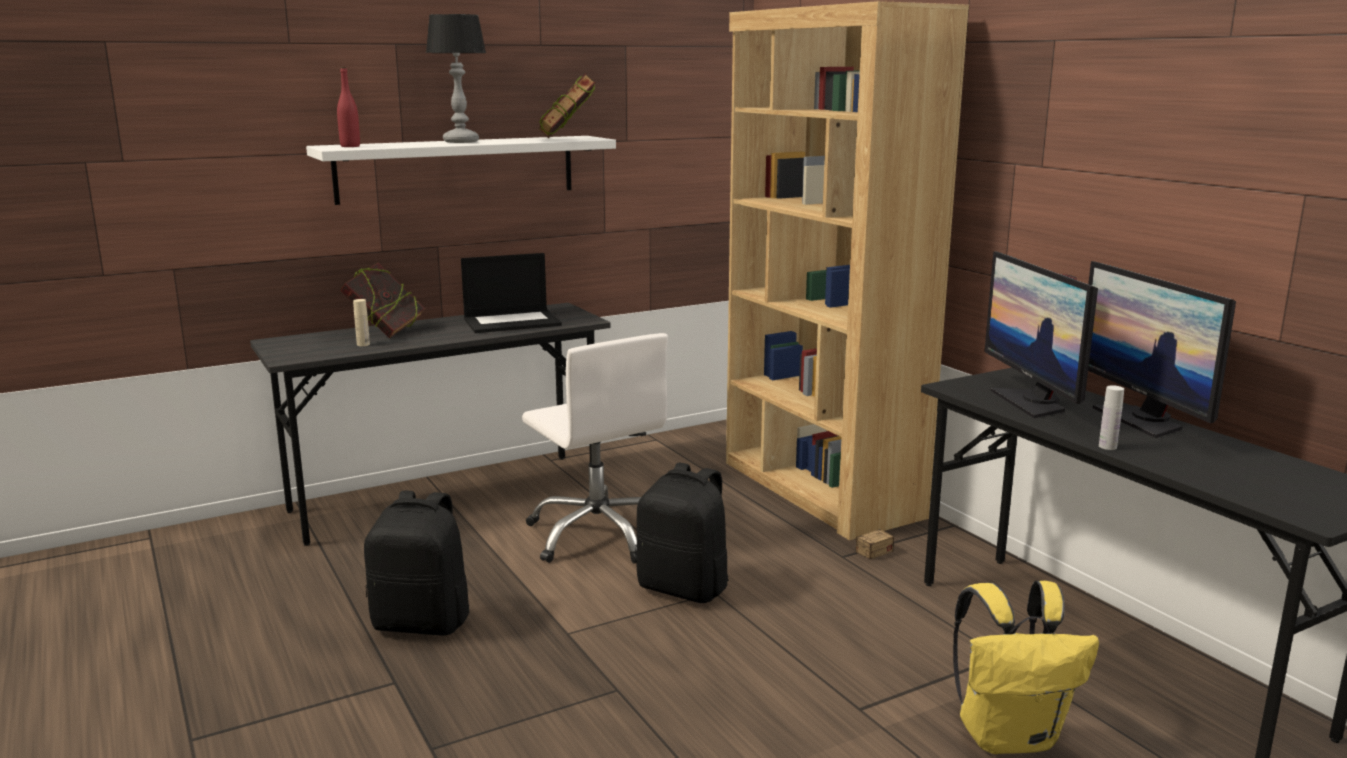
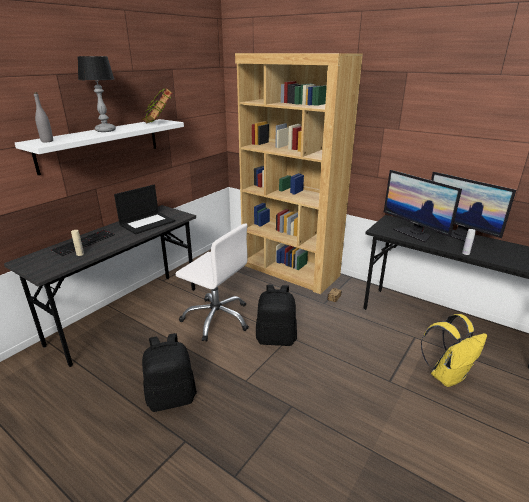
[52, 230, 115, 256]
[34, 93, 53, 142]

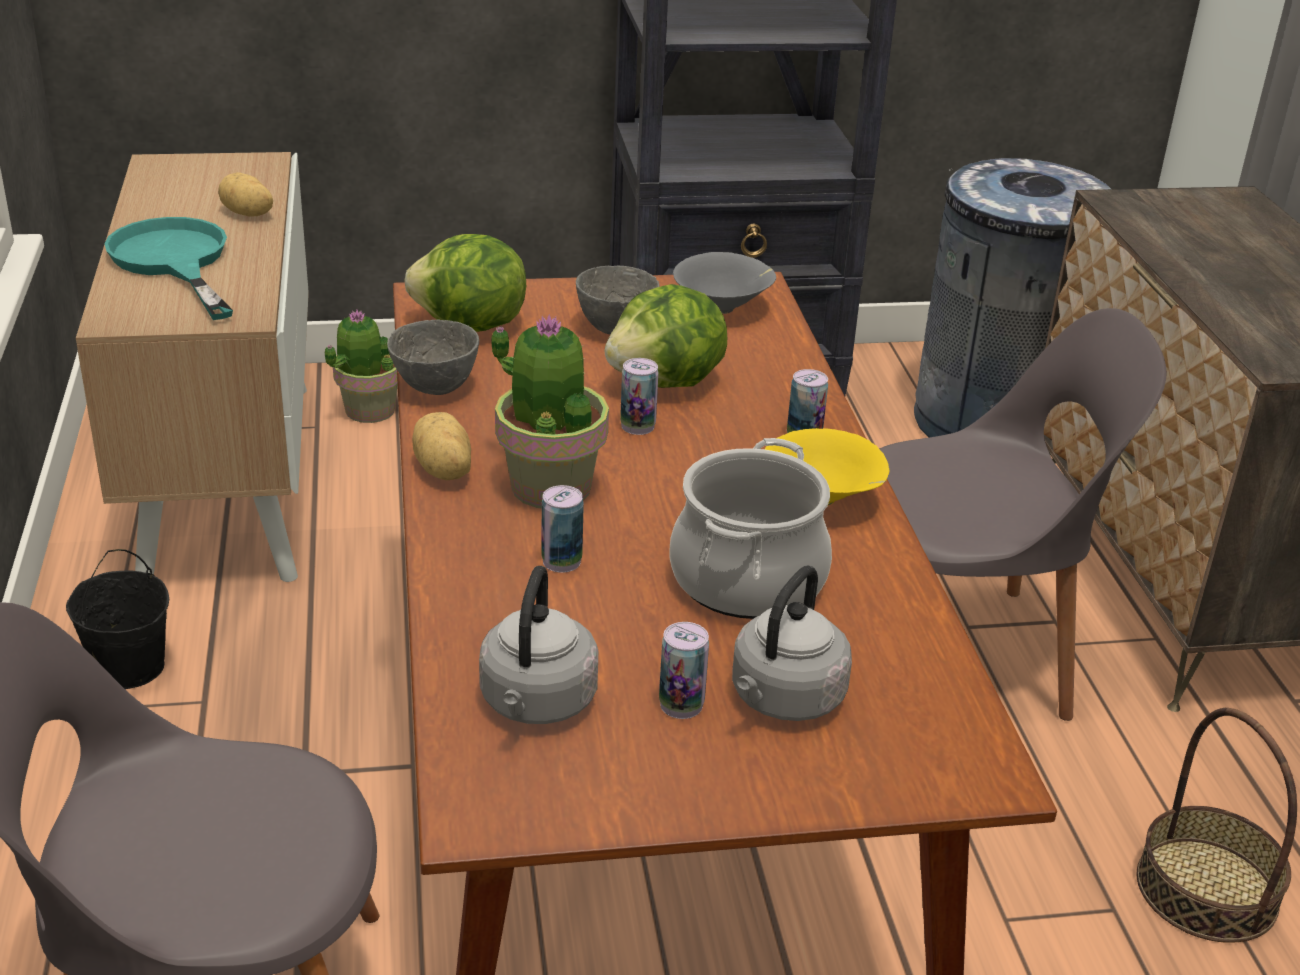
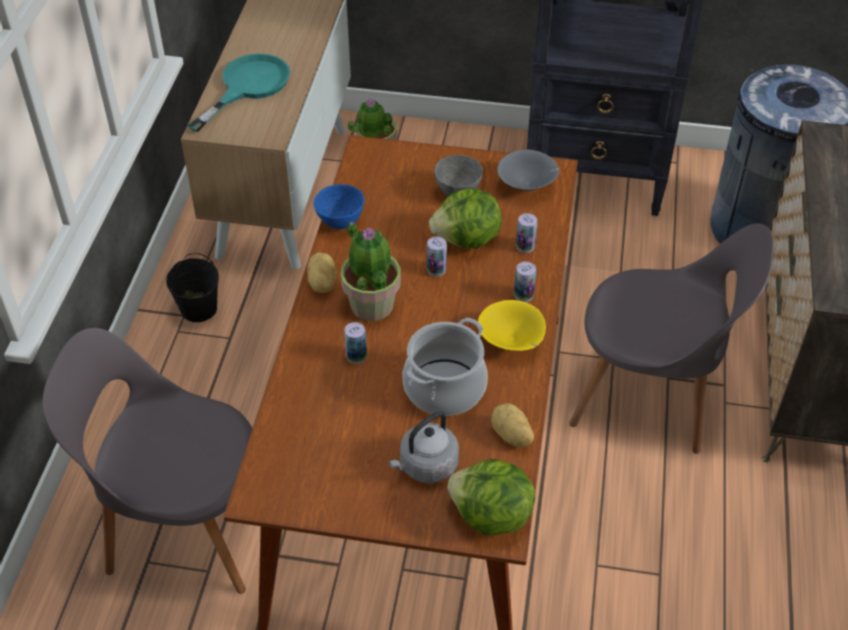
[479, 566, 598, 724] (first image)
[1137, 708, 1297, 943] (first image)
[491, 403, 534, 448]
[447, 459, 535, 535]
[516, 213, 537, 253]
[314, 184, 364, 229]
[188, 53, 290, 132]

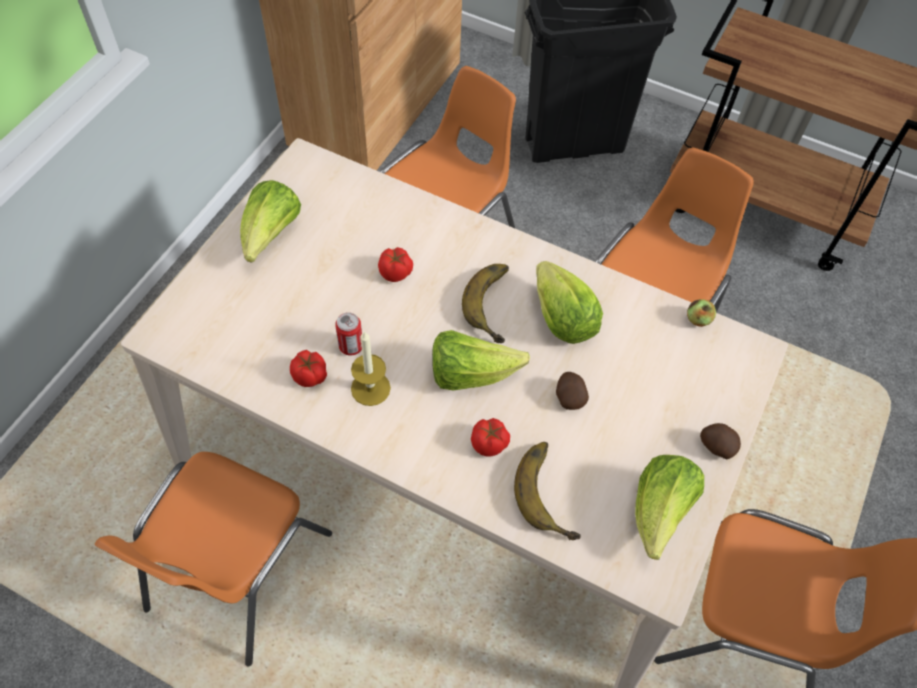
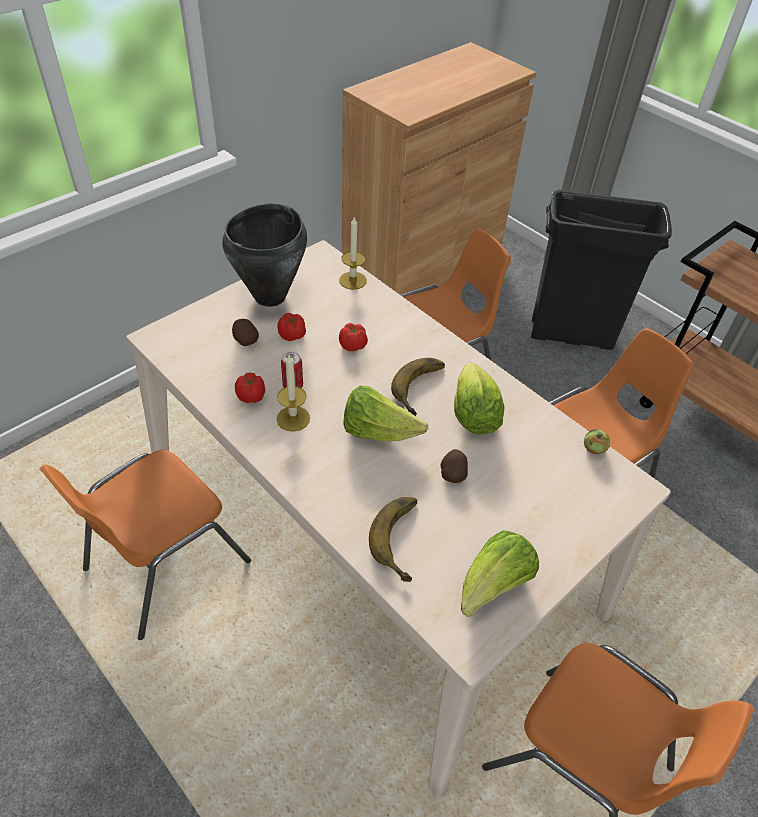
[339, 216, 367, 290]
[277, 313, 306, 341]
[232, 319, 259, 346]
[222, 203, 307, 307]

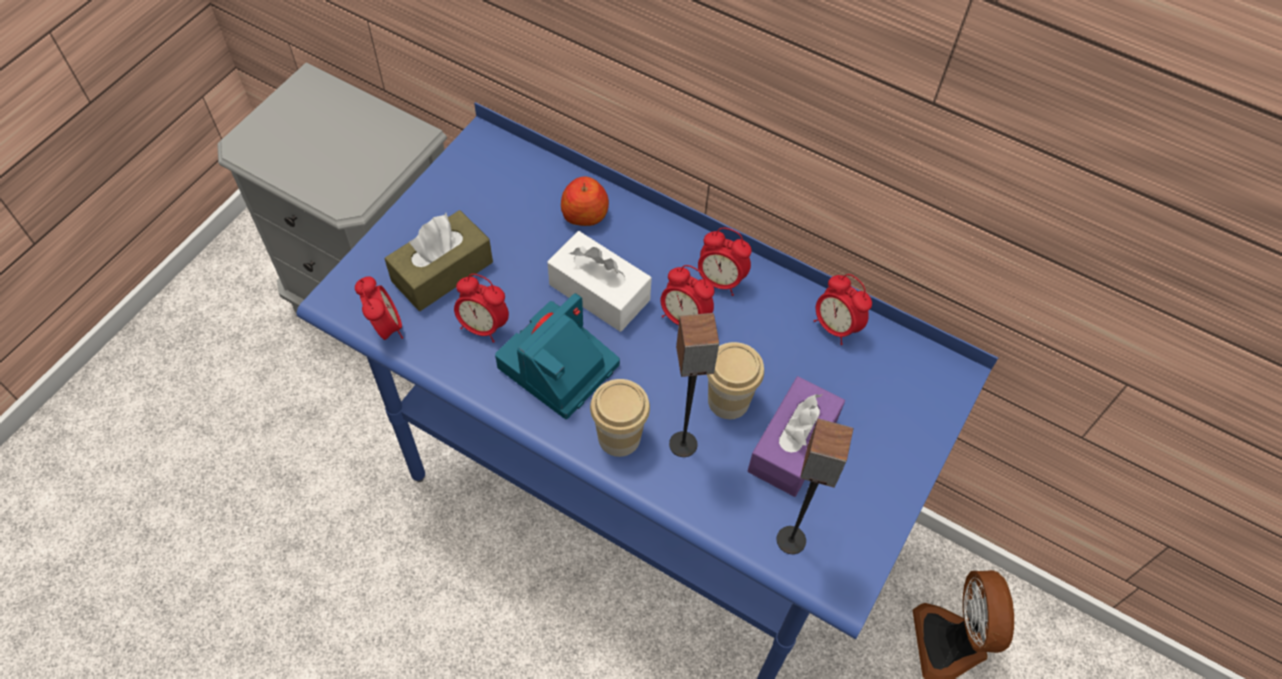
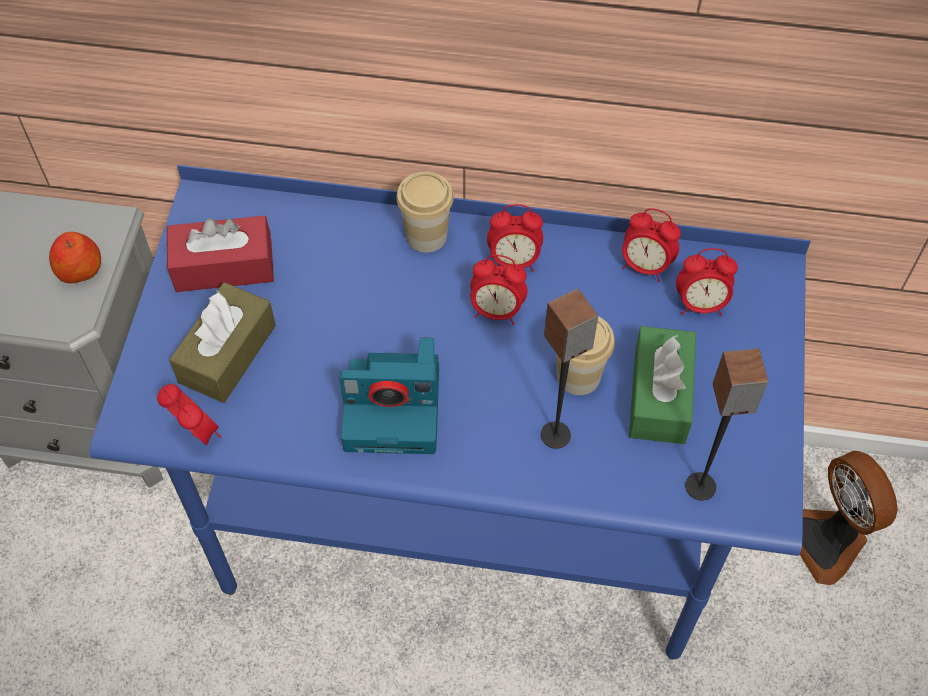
[547, 231, 652, 332] (first image)
[167, 216, 274, 292]
[676, 248, 738, 316]
[49, 232, 101, 283]
[396, 172, 454, 253]
[629, 326, 696, 444]
[340, 337, 439, 454]

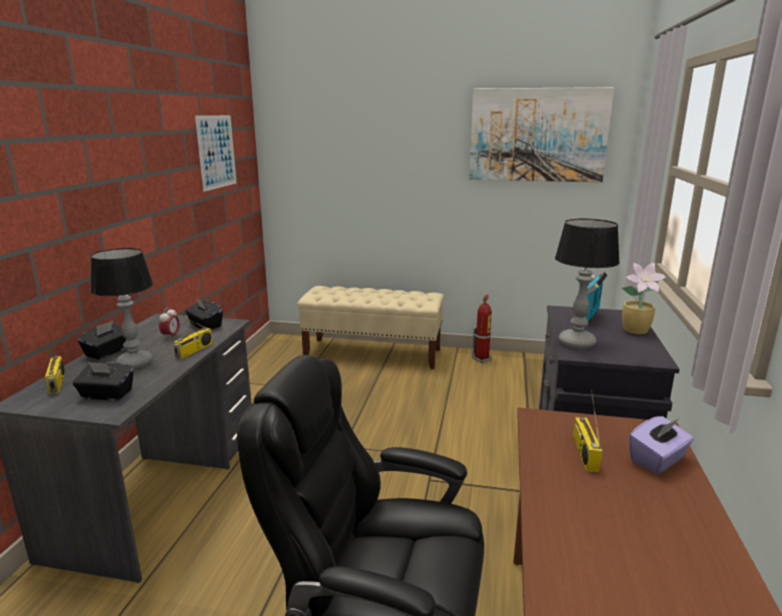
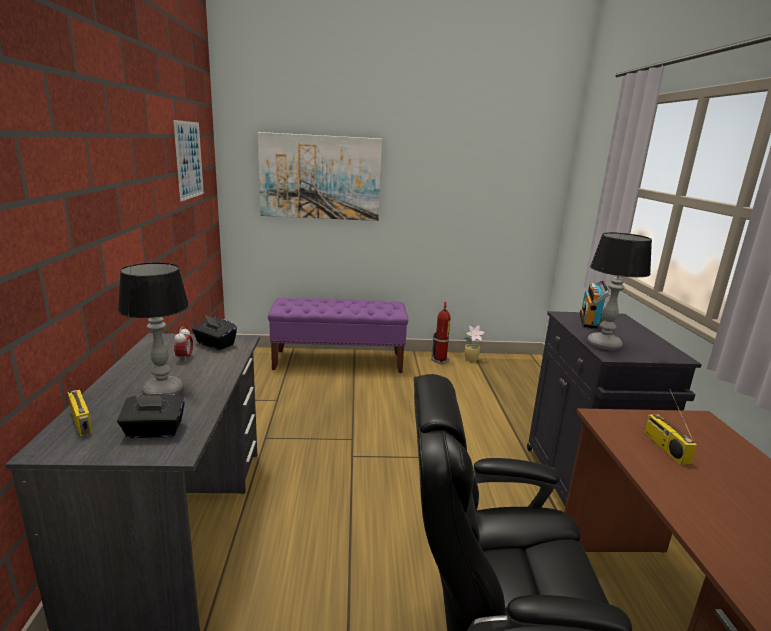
[77, 321, 127, 360] (first image)
[173, 314, 213, 359] (first image)
[629, 416, 694, 474] (first image)
[258, 132, 382, 221]
[464, 326, 485, 362]
[268, 297, 408, 373]

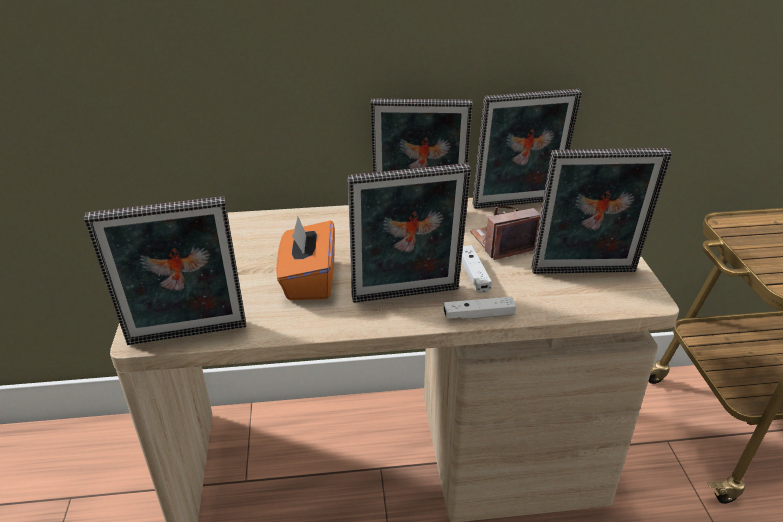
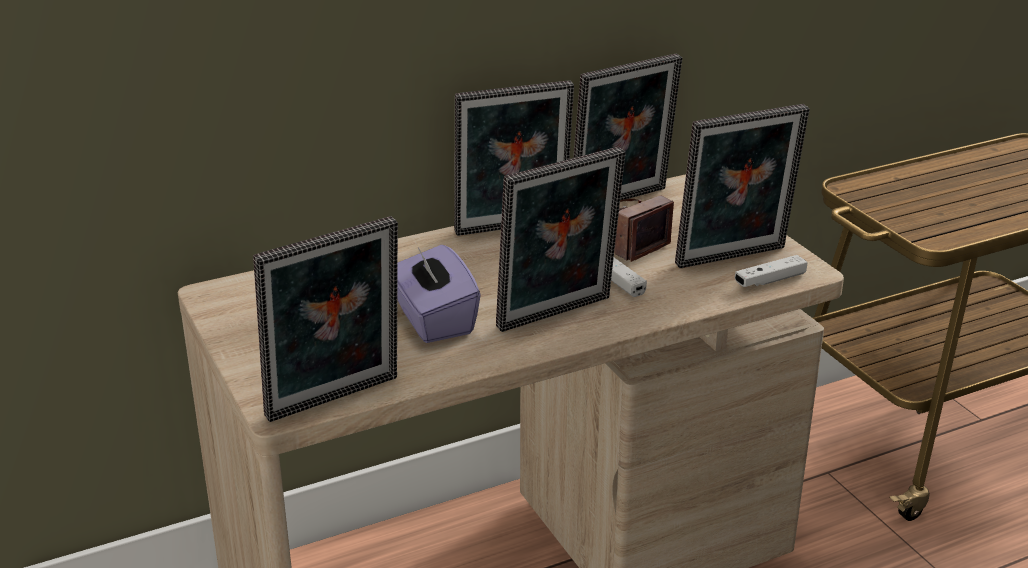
[735, 255, 807, 287]
[397, 241, 481, 343]

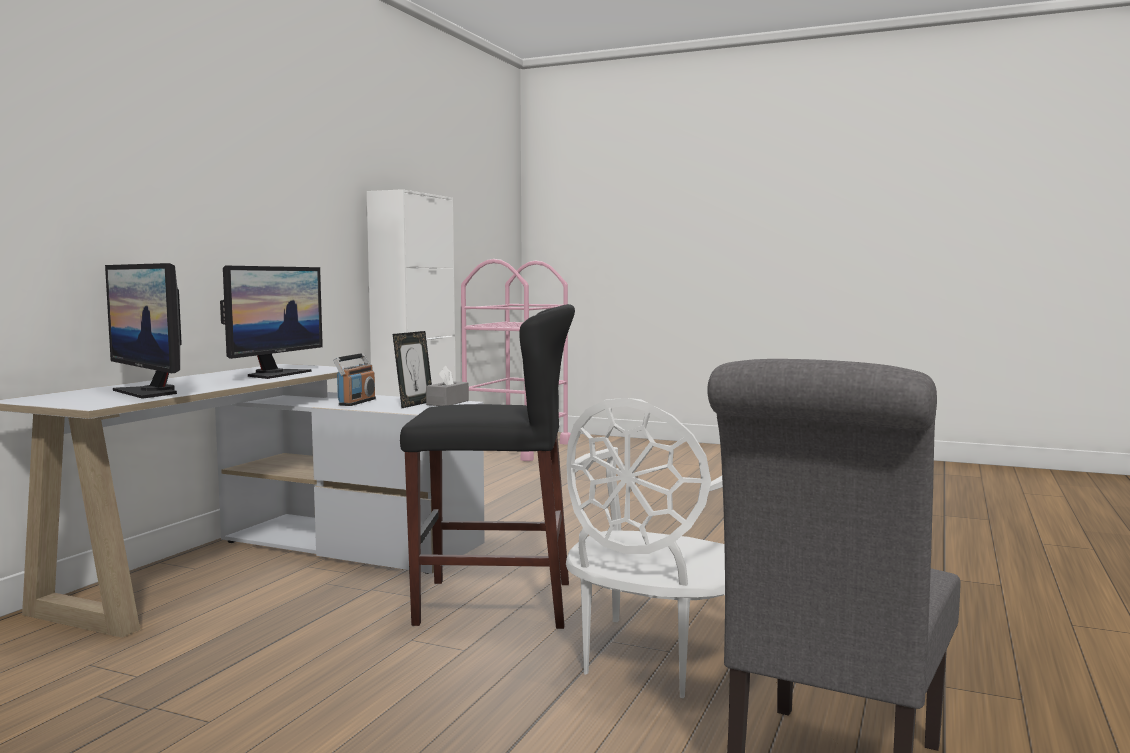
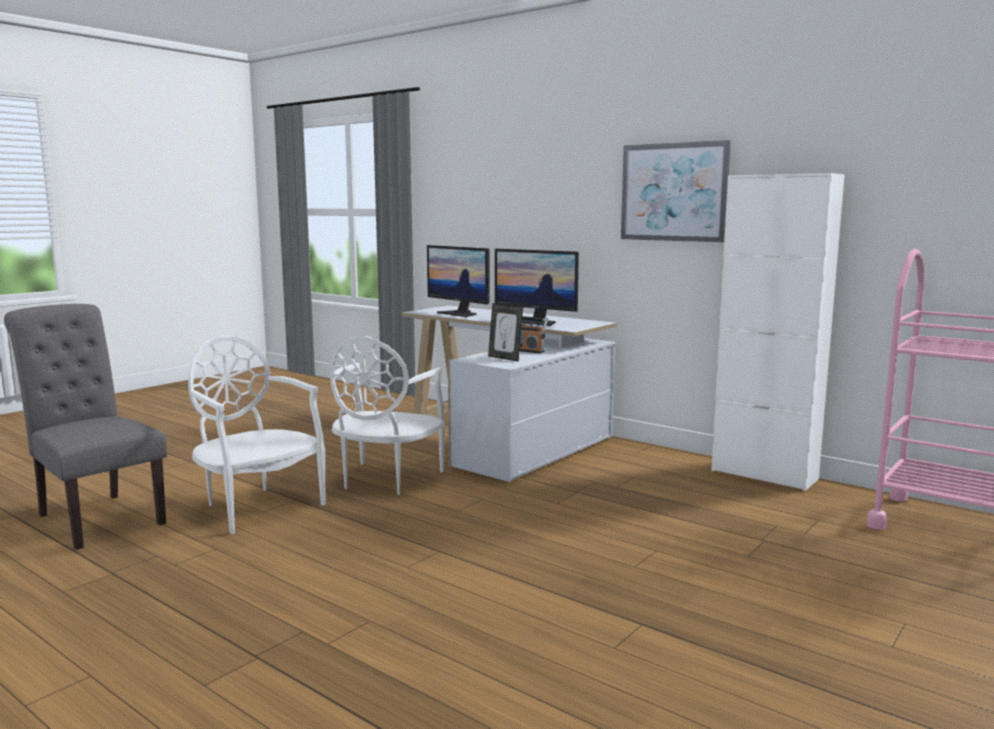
[426, 366, 469, 406] (first image)
[621, 140, 731, 242]
[330, 336, 445, 495]
[427, 245, 490, 317]

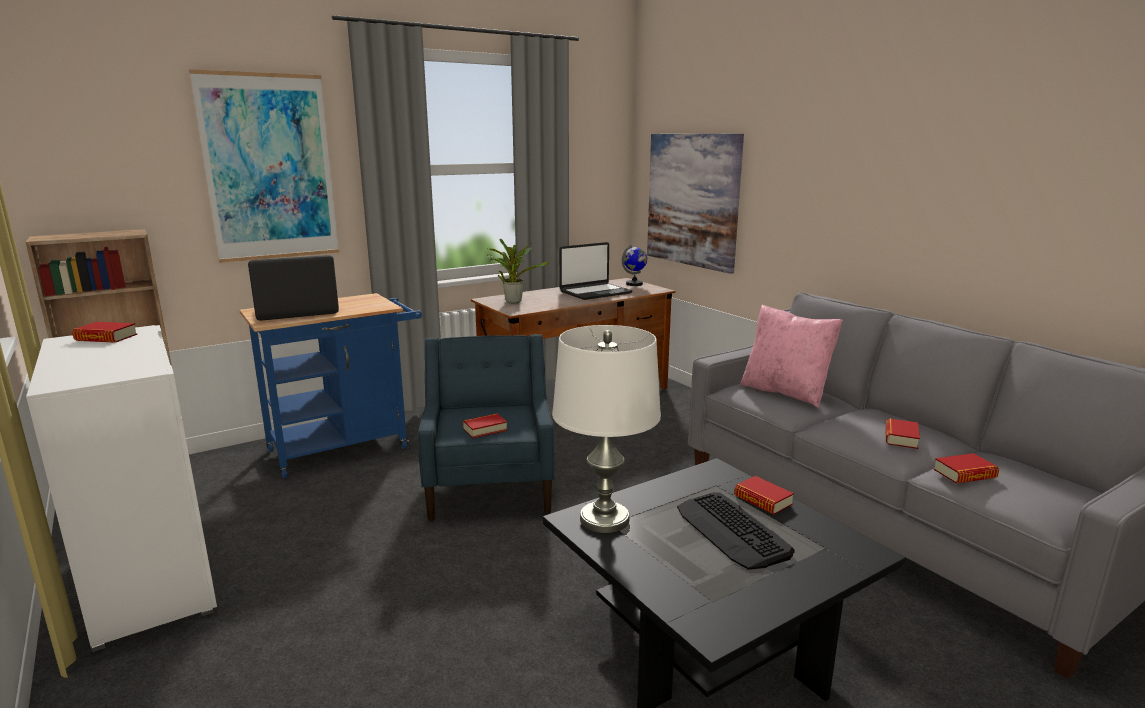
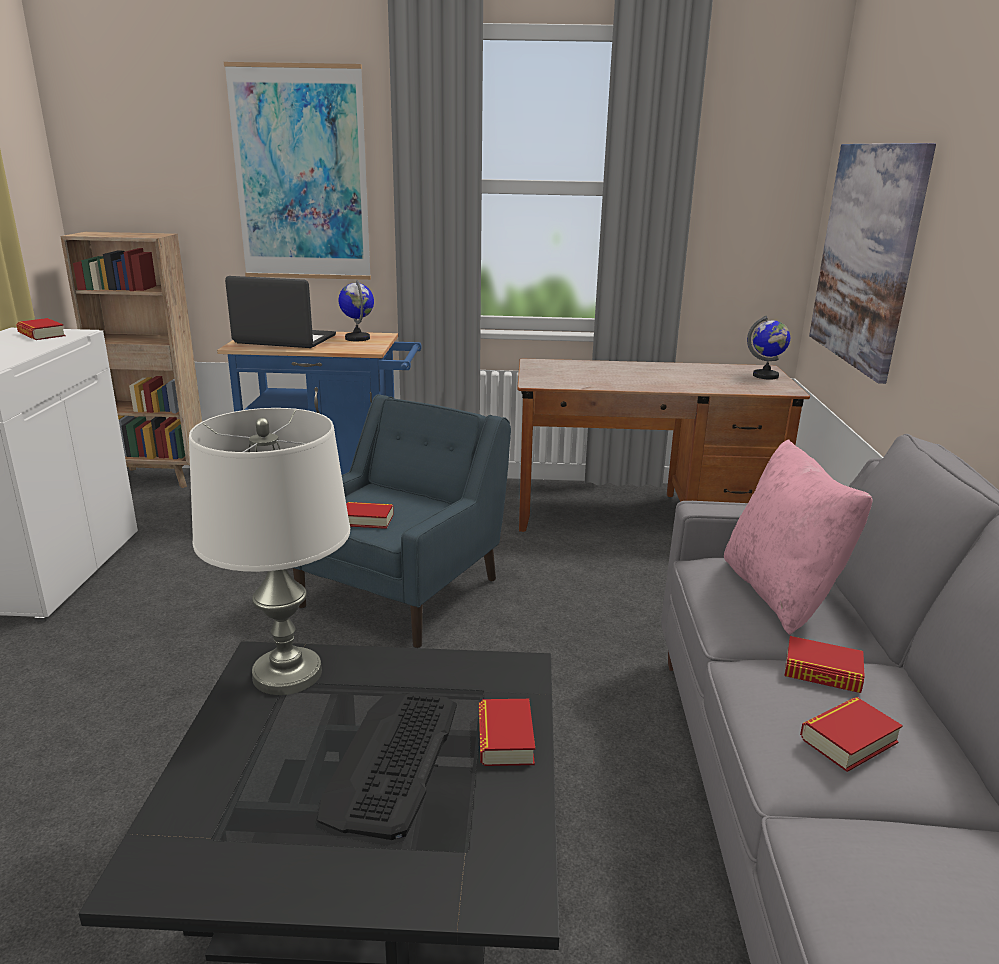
[487, 239, 549, 303] (first image)
[559, 242, 632, 300] (first image)
[339, 280, 374, 341]
[784, 636, 865, 693]

